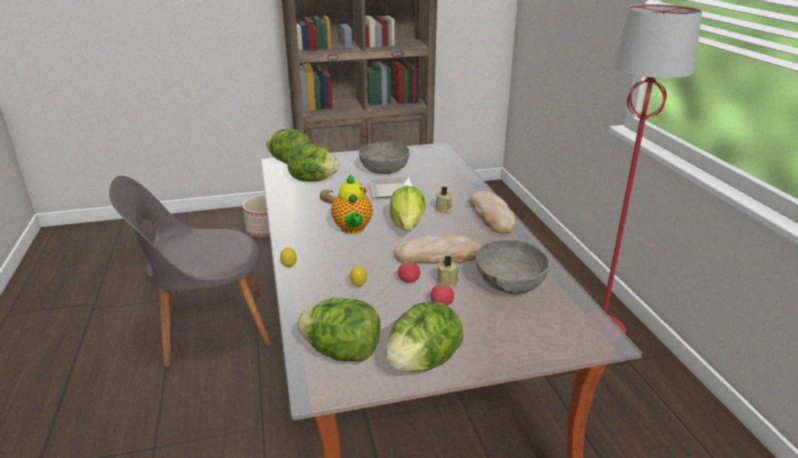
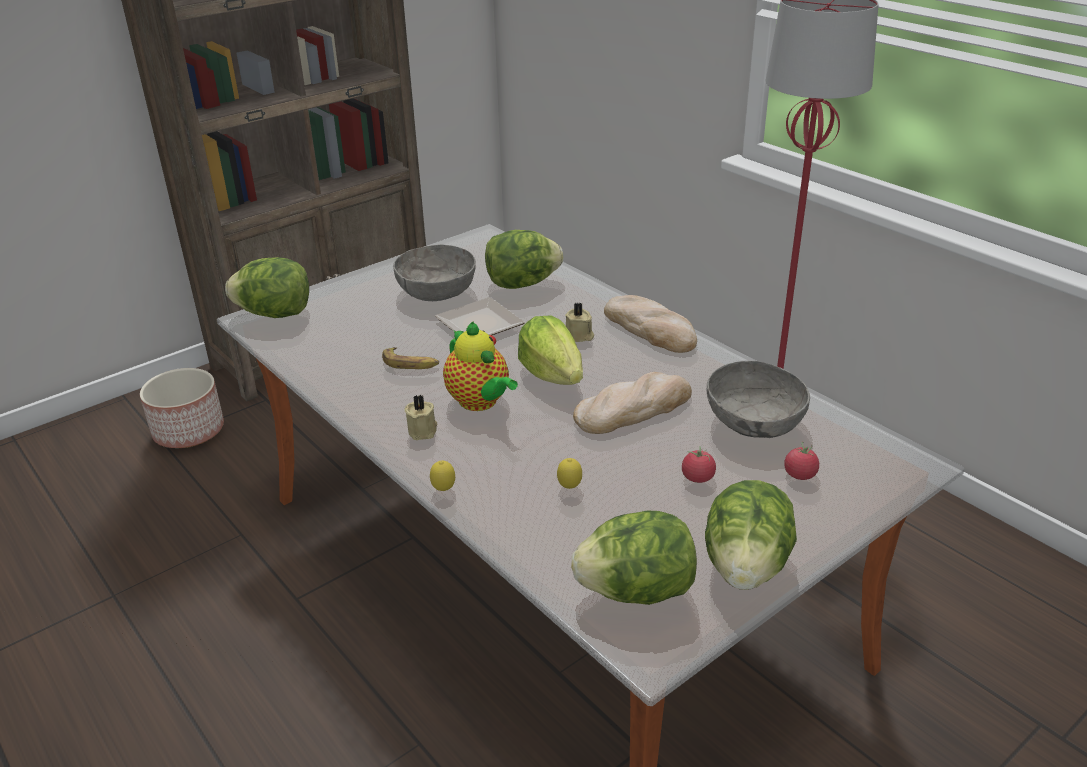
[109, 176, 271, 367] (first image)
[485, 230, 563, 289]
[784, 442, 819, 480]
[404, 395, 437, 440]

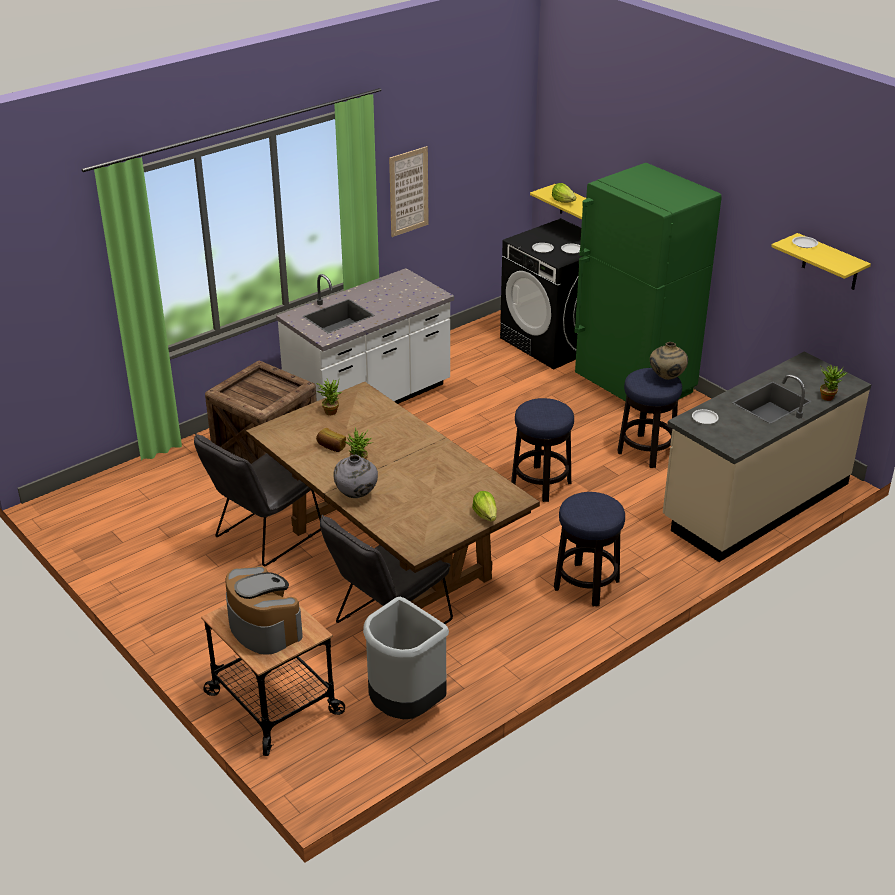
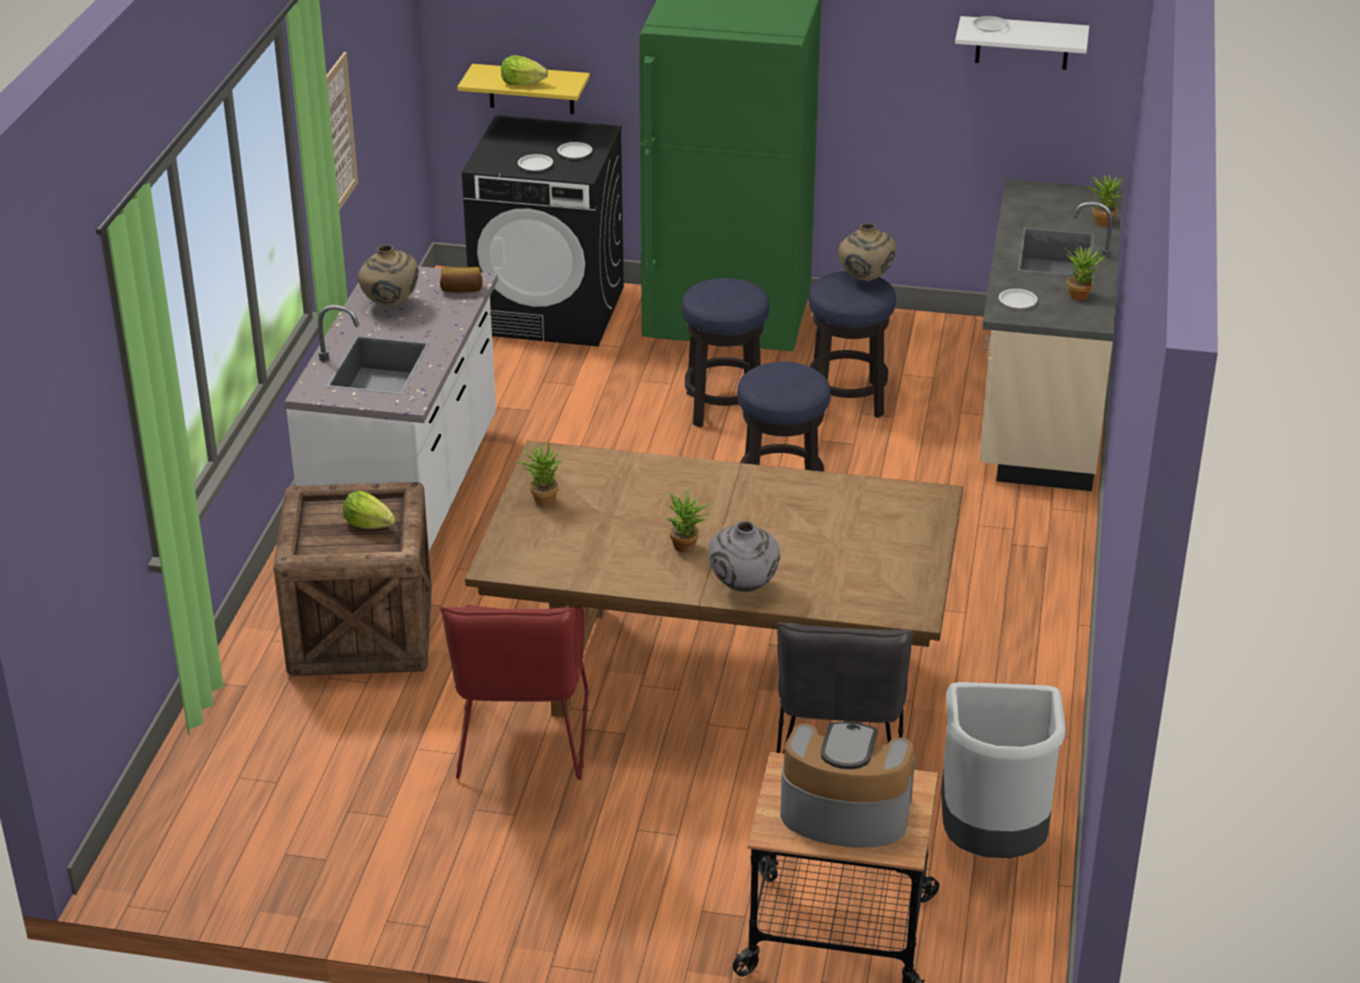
[358, 245, 419, 306]
[1065, 246, 1106, 301]
[440, 267, 483, 293]
[343, 490, 396, 529]
[682, 278, 770, 428]
[441, 605, 588, 780]
[955, 16, 1089, 70]

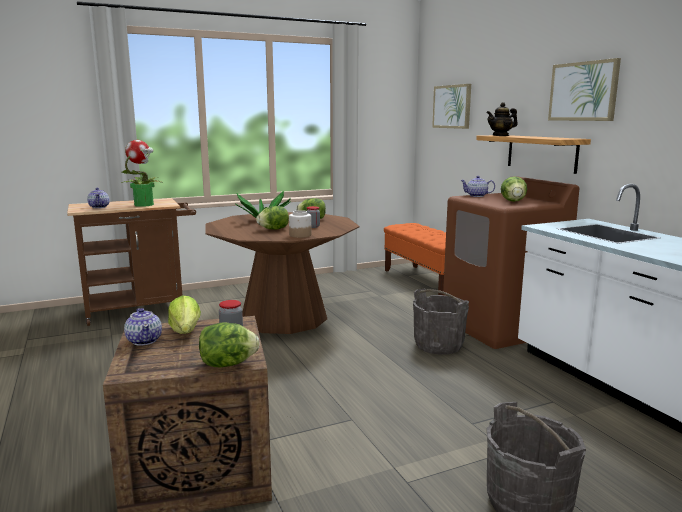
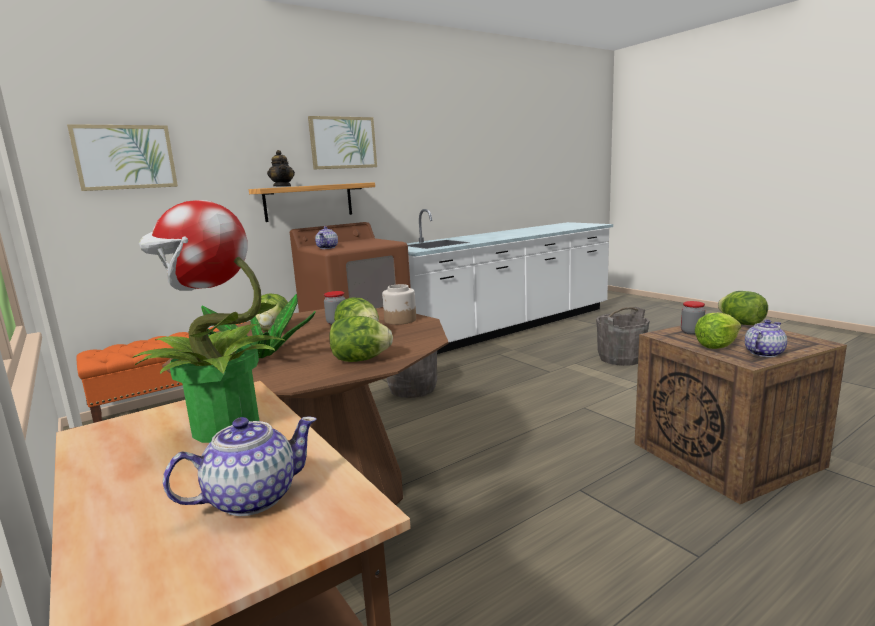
[329, 316, 393, 362]

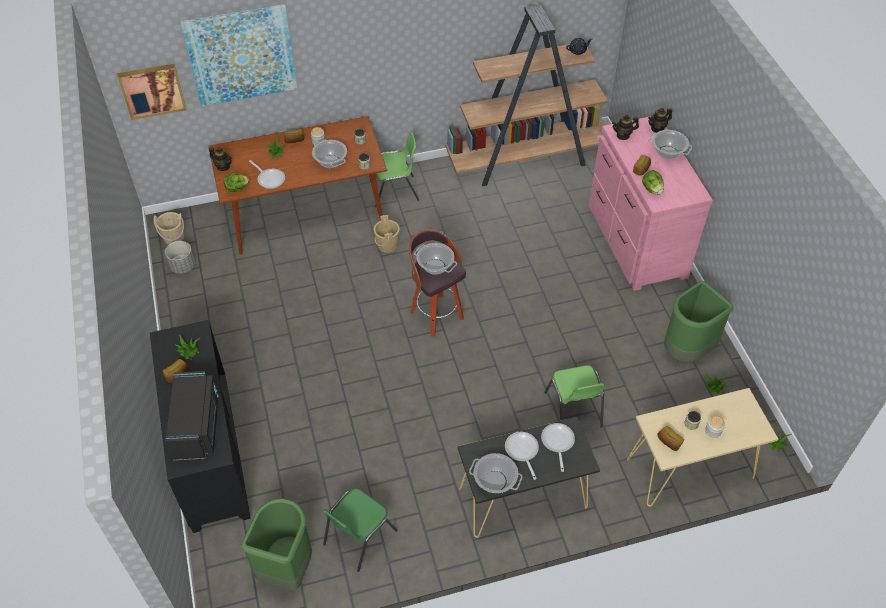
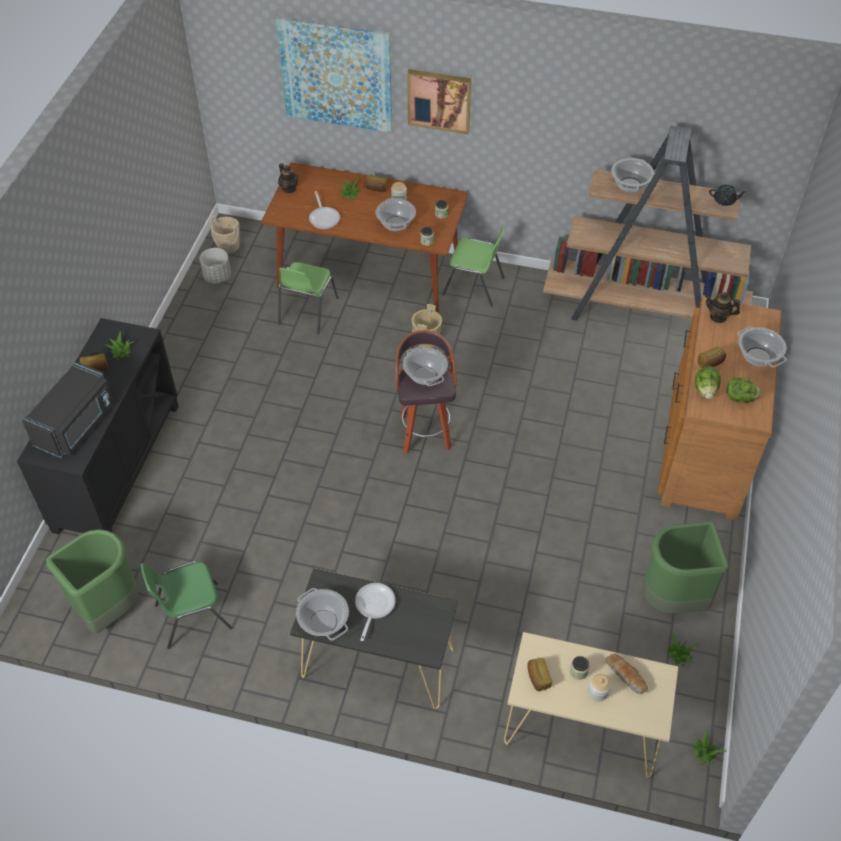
[541, 423, 575, 472] (first image)
[648, 108, 672, 133] (first image)
[605, 653, 648, 694]
[611, 158, 655, 193]
[407, 69, 471, 134]
[726, 377, 761, 403]
[278, 262, 339, 334]
[658, 297, 781, 520]

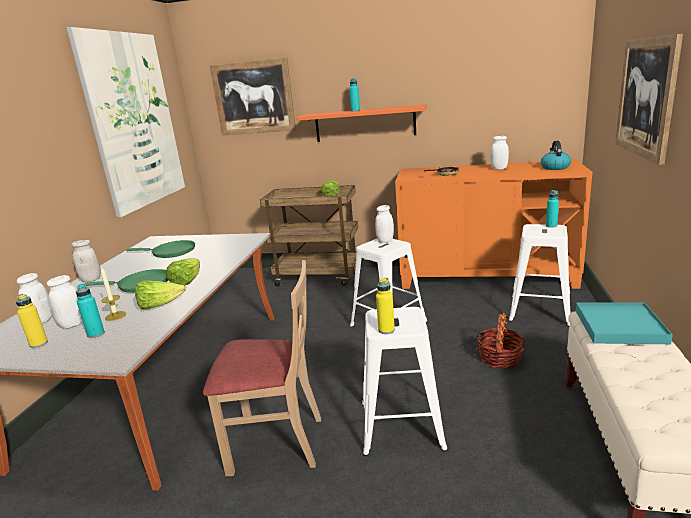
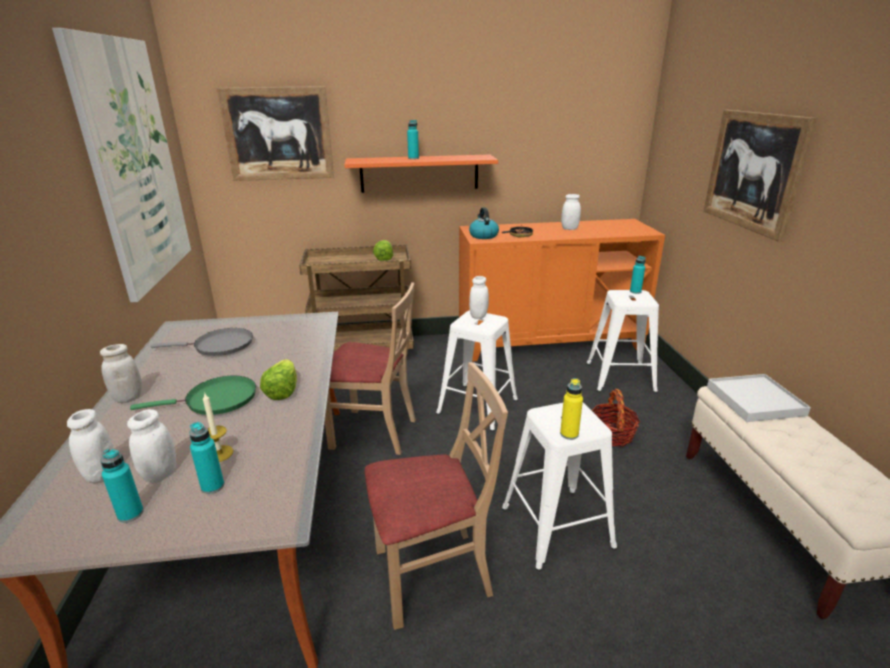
[135, 280, 186, 310] (first image)
[325, 282, 416, 455]
[469, 207, 499, 239]
[100, 449, 144, 523]
[151, 328, 253, 356]
[707, 374, 811, 422]

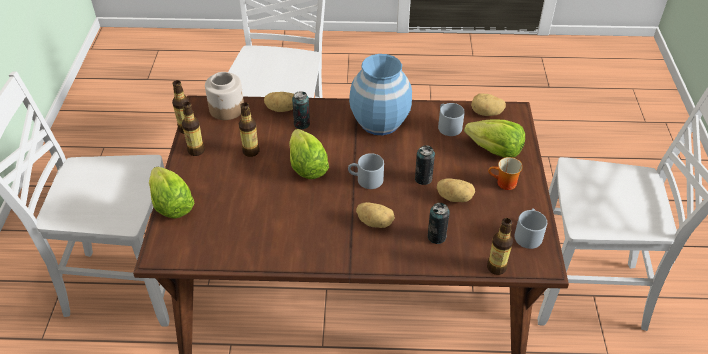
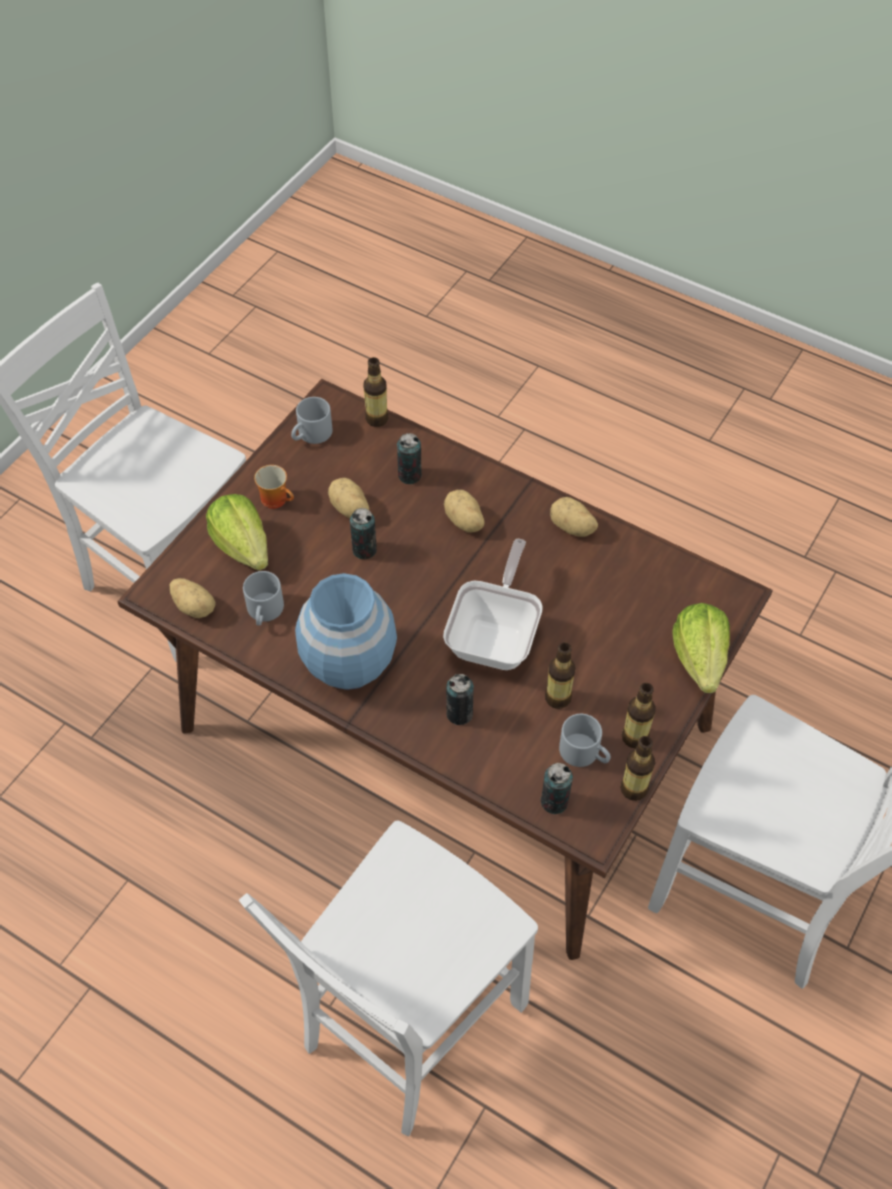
[550, 497, 598, 537]
[559, 714, 611, 767]
[540, 763, 573, 814]
[443, 539, 543, 670]

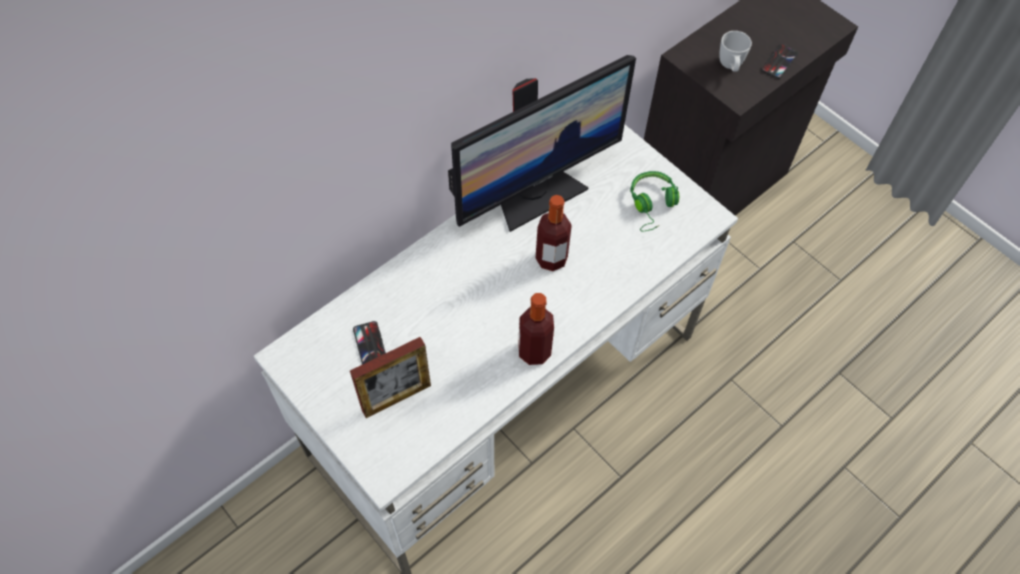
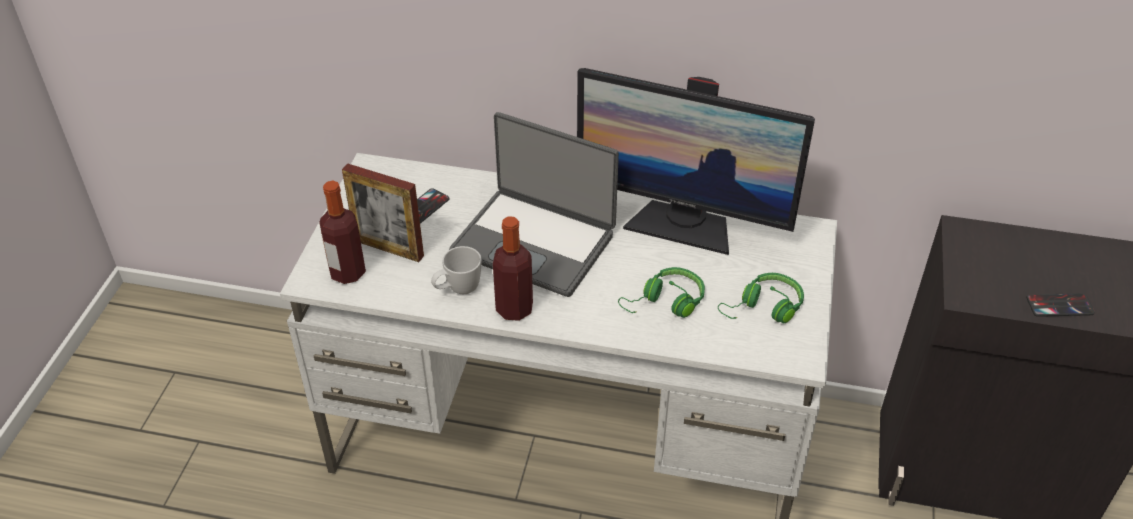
[449, 112, 619, 297]
[618, 267, 705, 318]
[319, 181, 366, 284]
[431, 246, 481, 294]

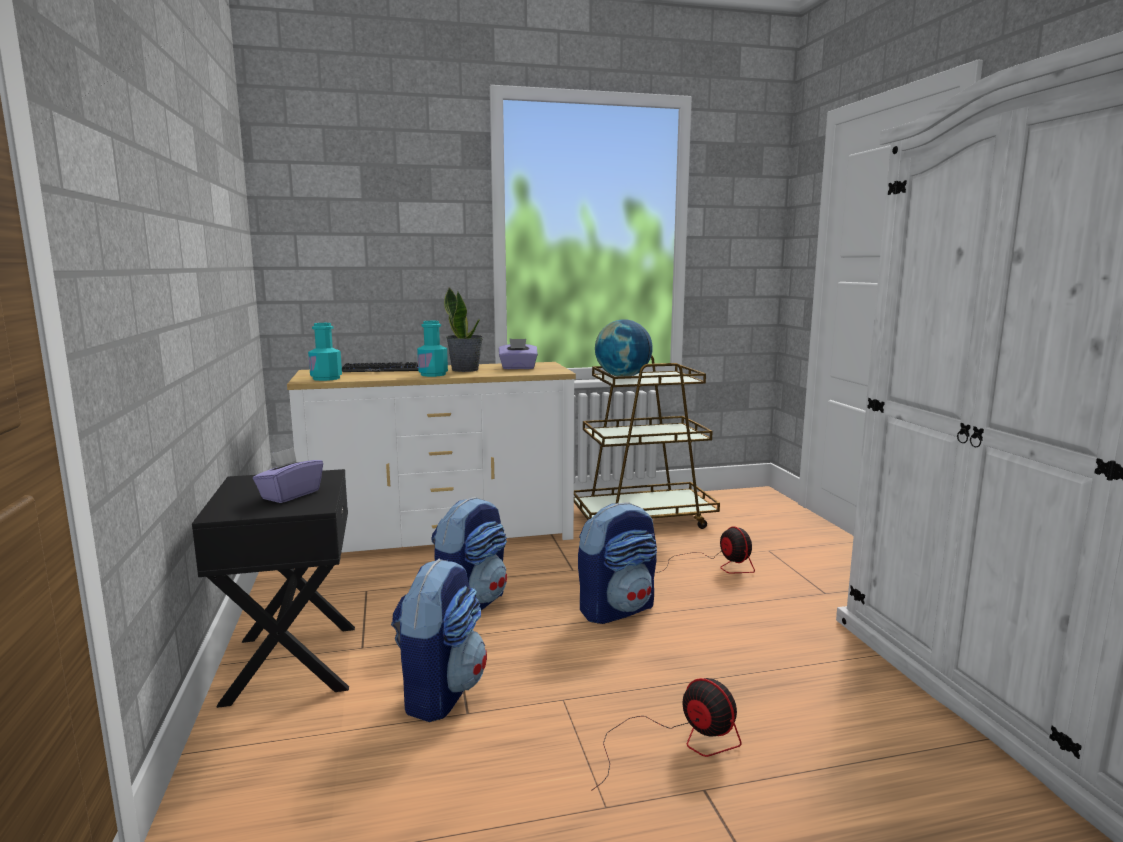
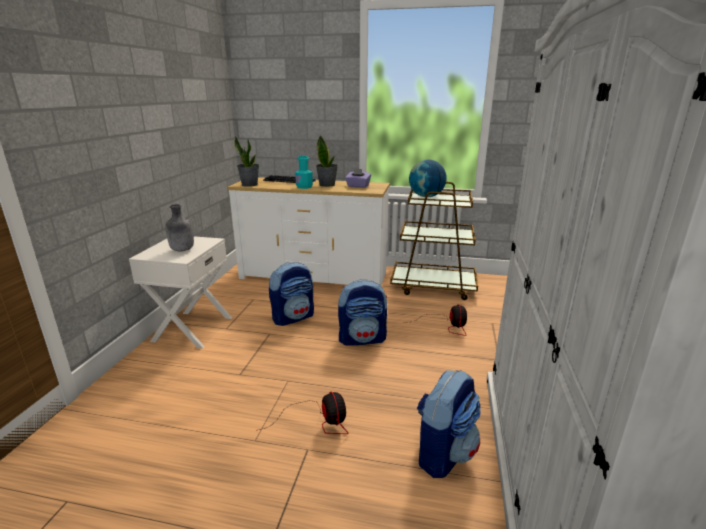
[416, 370, 481, 478]
[165, 204, 194, 251]
[234, 136, 259, 187]
[129, 236, 232, 349]

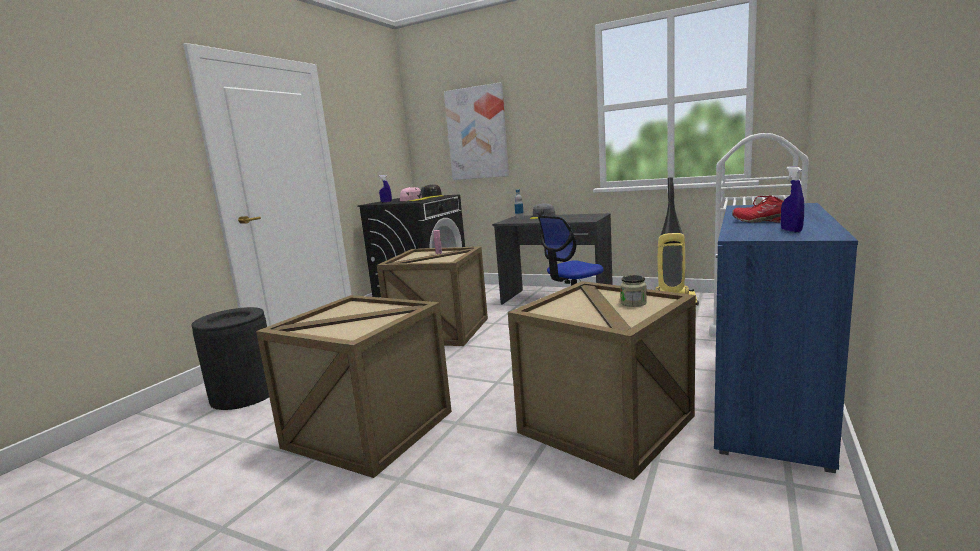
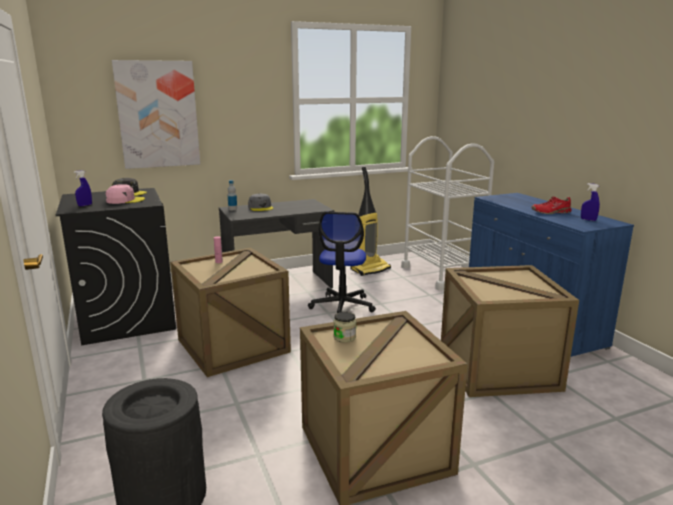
[333, 312, 356, 343]

